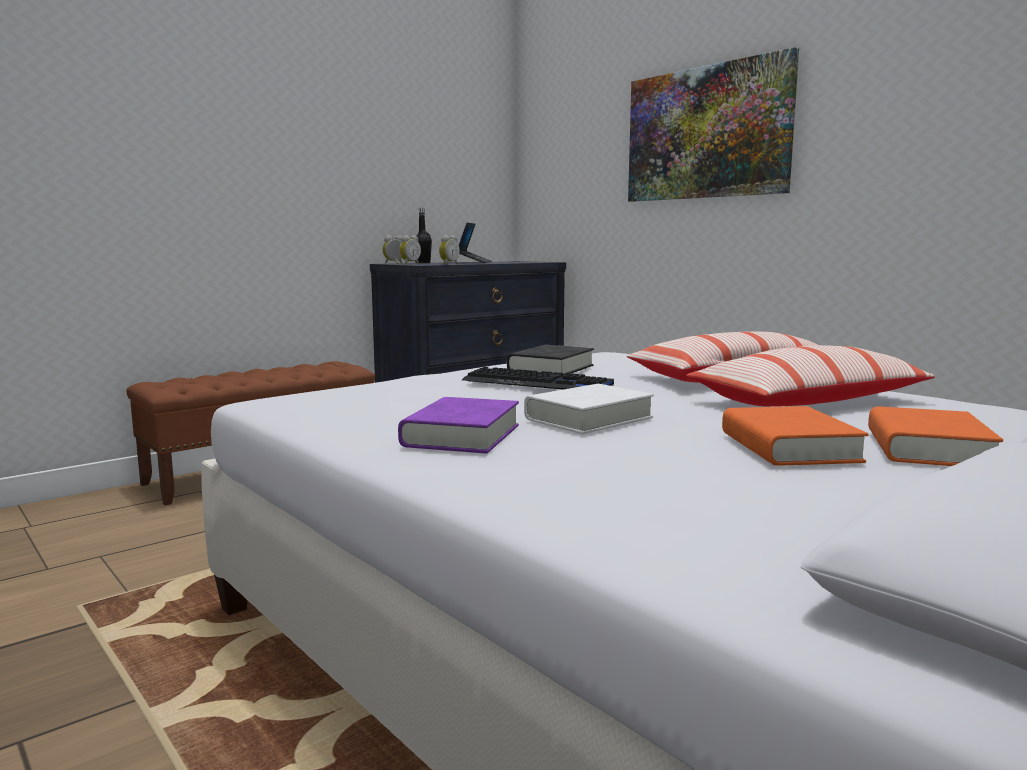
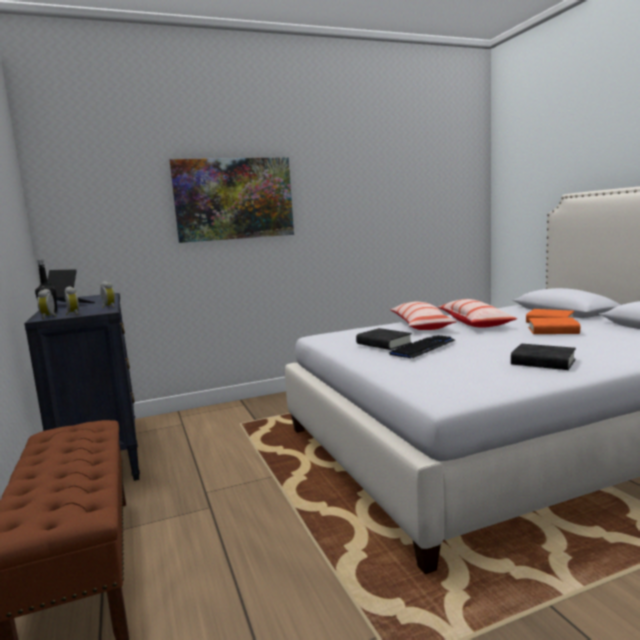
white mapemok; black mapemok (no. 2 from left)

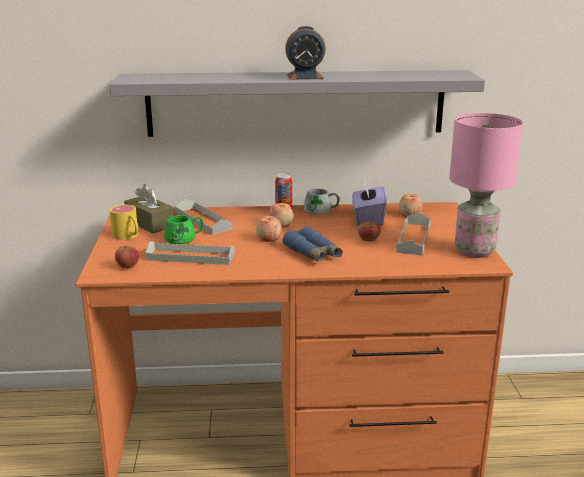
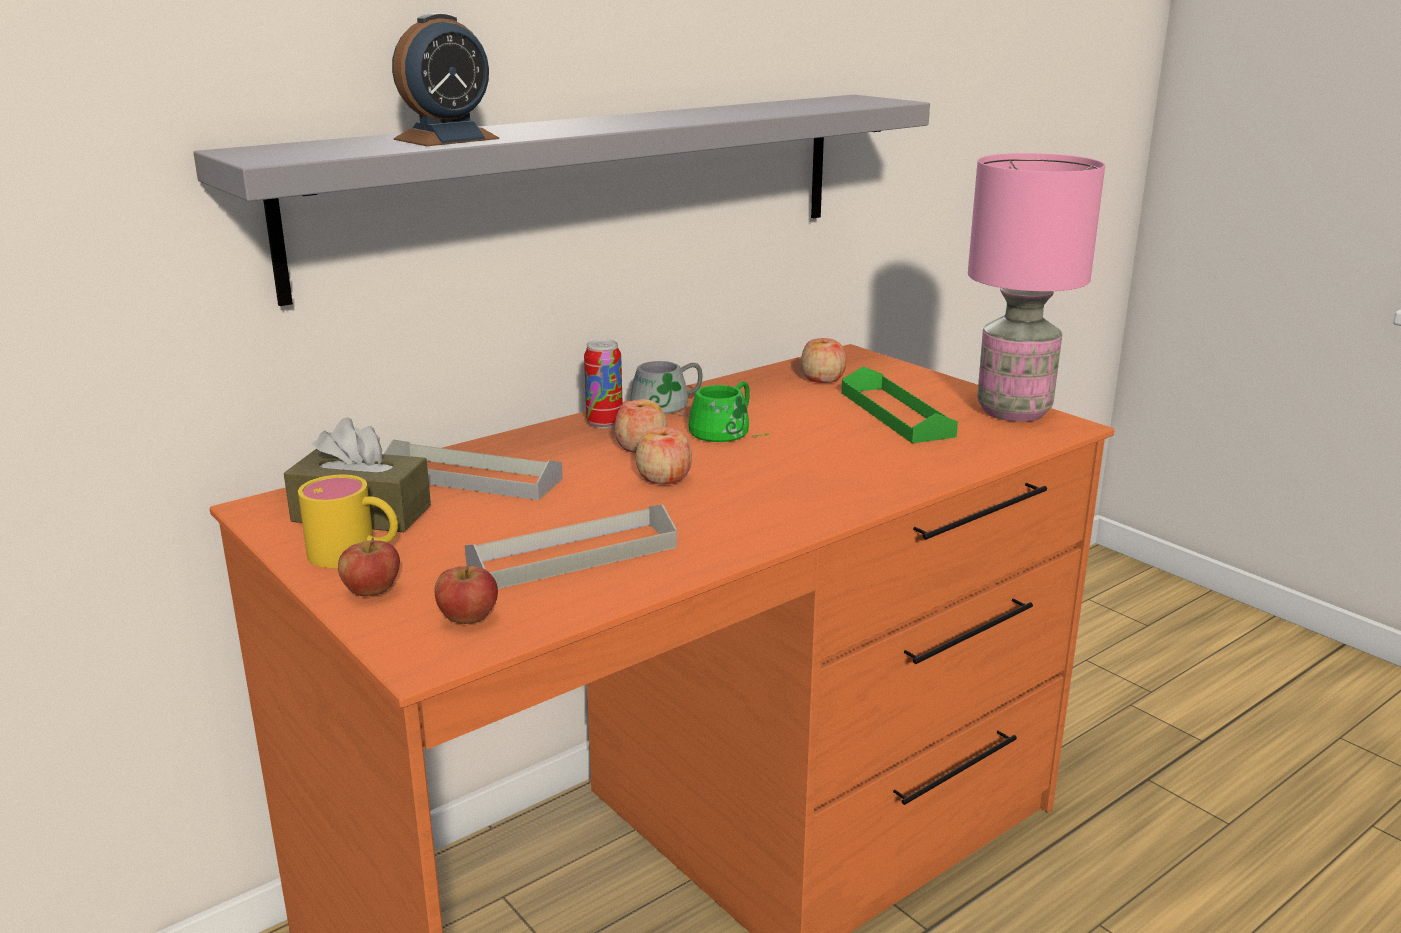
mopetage; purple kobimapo; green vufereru; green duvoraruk; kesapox (no. 1 from left); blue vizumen

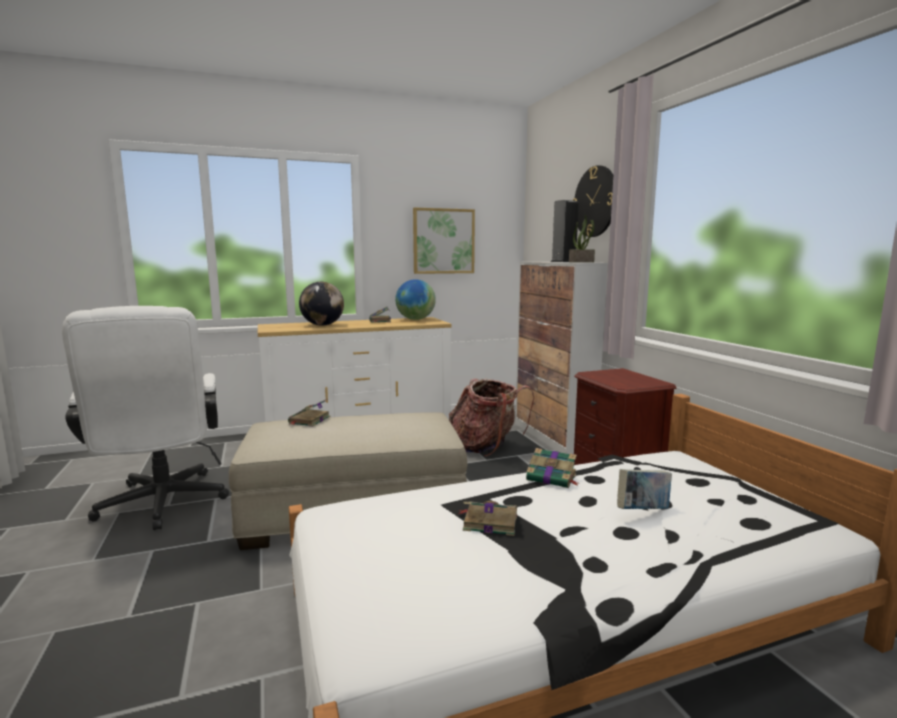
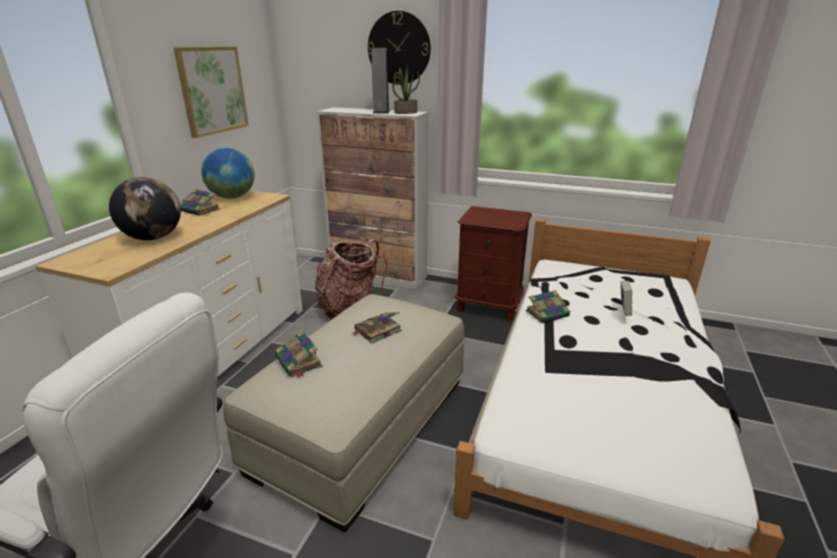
mapemok (no. 3 from left)

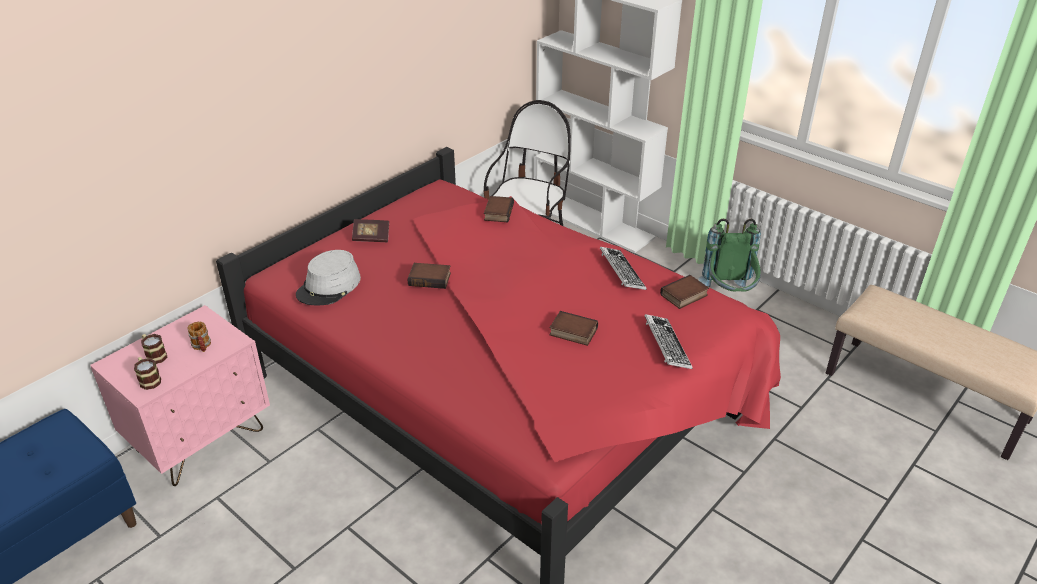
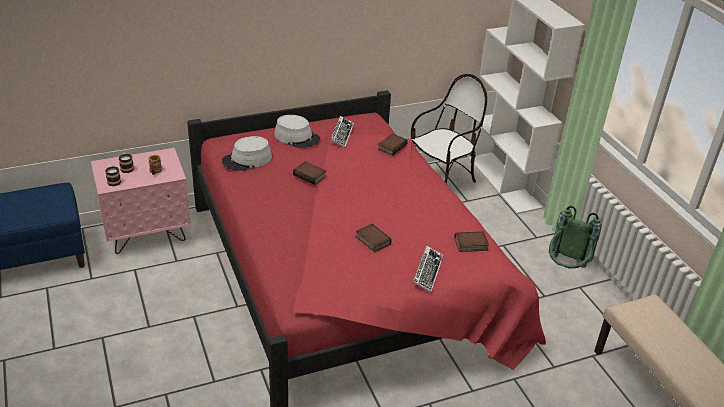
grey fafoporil (no. 2 from left); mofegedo (no. 1 from left)

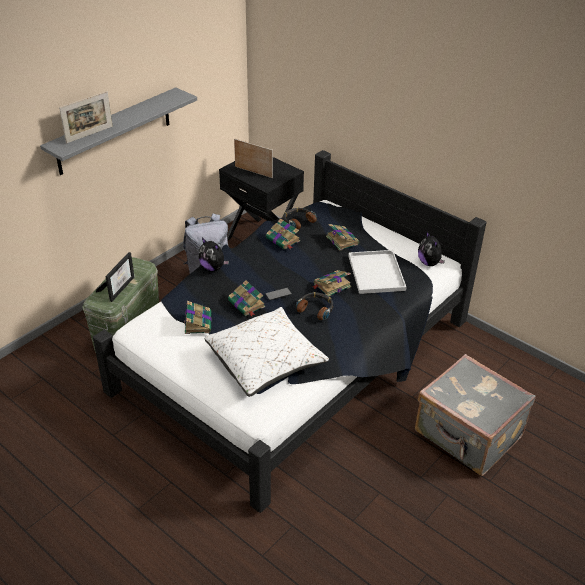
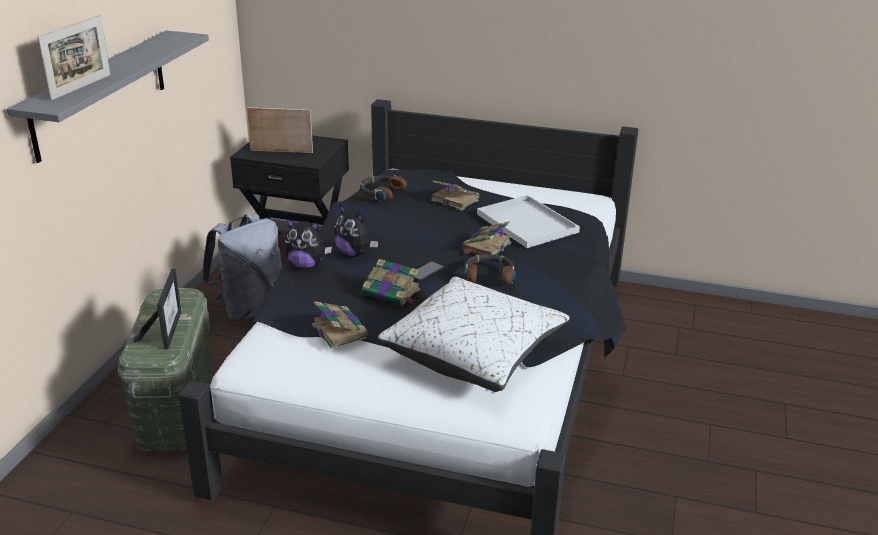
mapemok (no. 3 from left in the first image); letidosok (no. 2 from left); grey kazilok

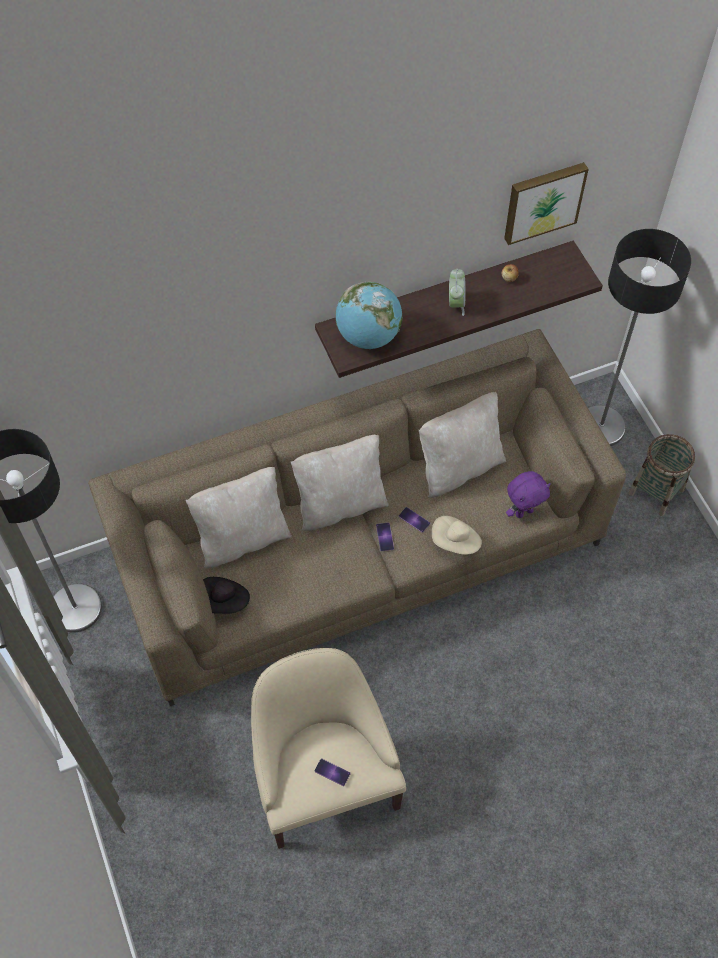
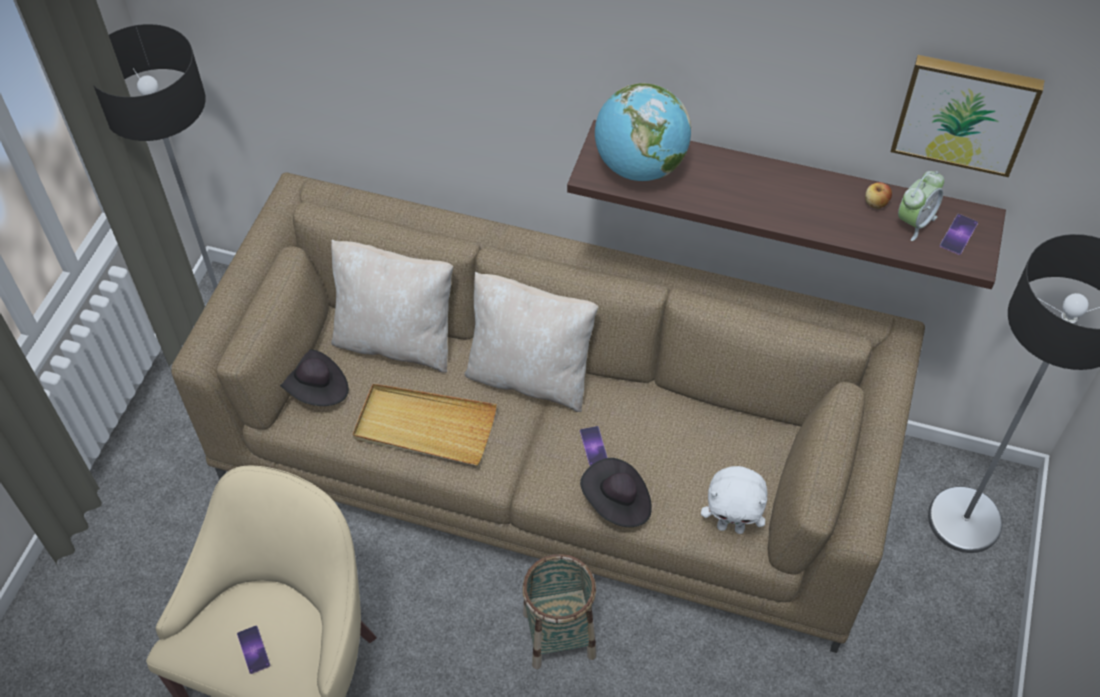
mopetage; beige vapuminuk (no. 3 from left in the first image); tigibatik; white letidosok; black fafoporil (no. 2 from left); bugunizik (no. 3 from left); beige vufereru

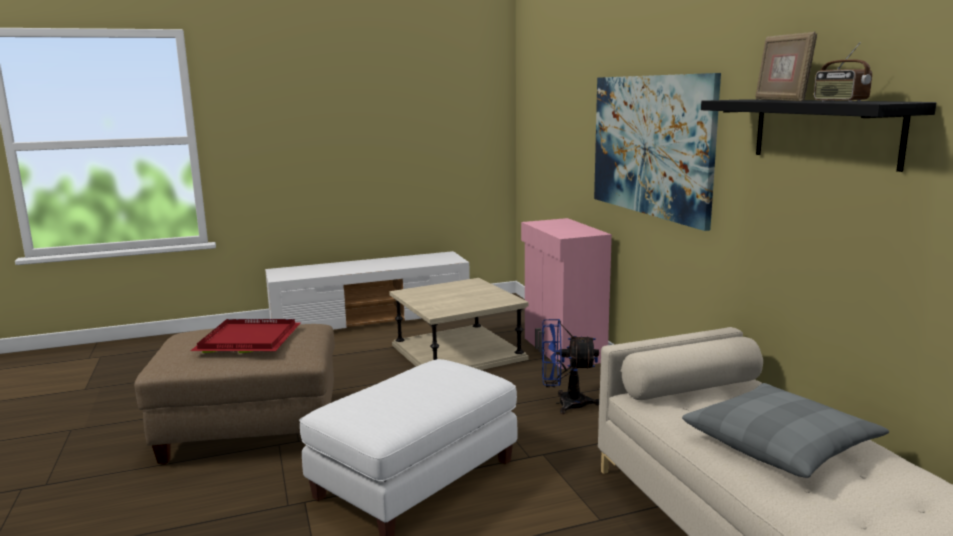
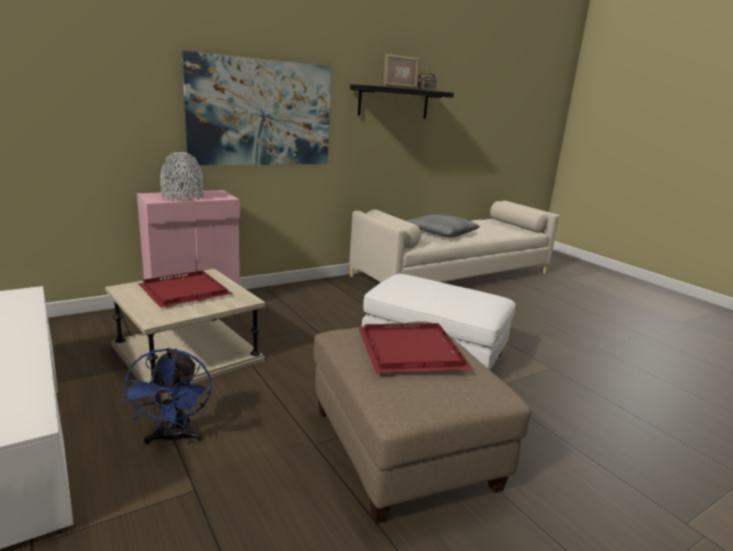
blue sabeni; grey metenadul; red vufereru (no. 1 from left)

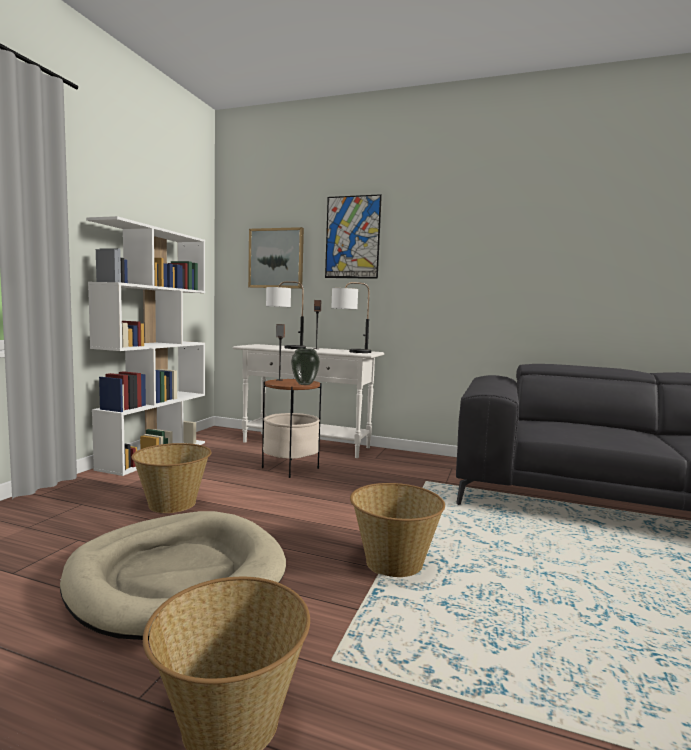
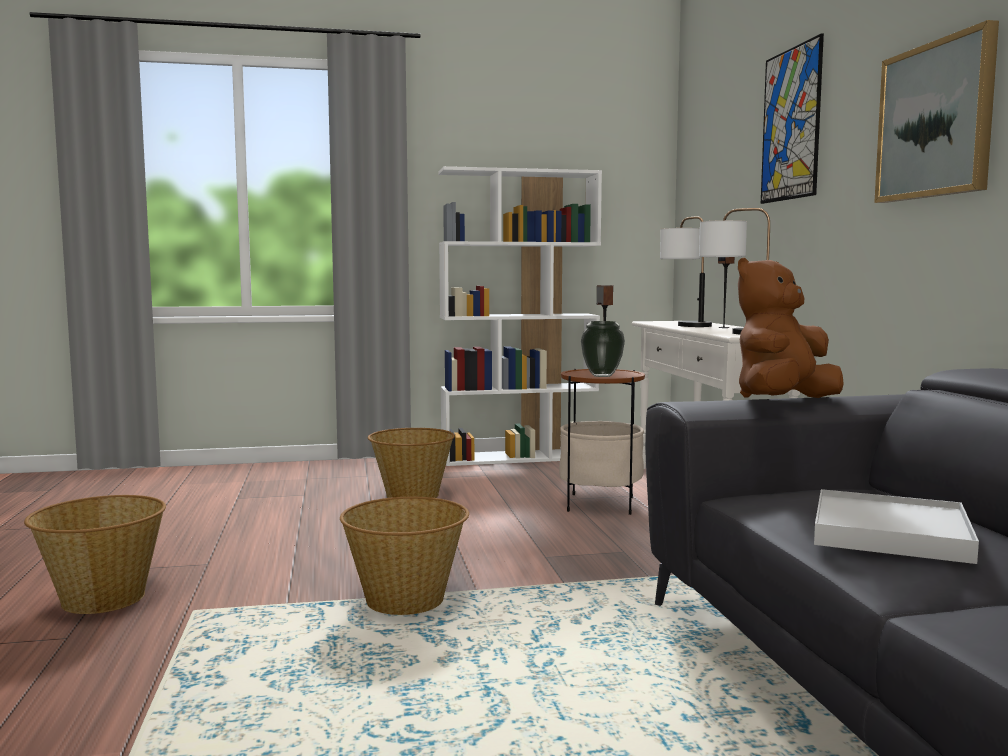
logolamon (no. 2 from left); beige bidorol; brown letidosok; white vufereru

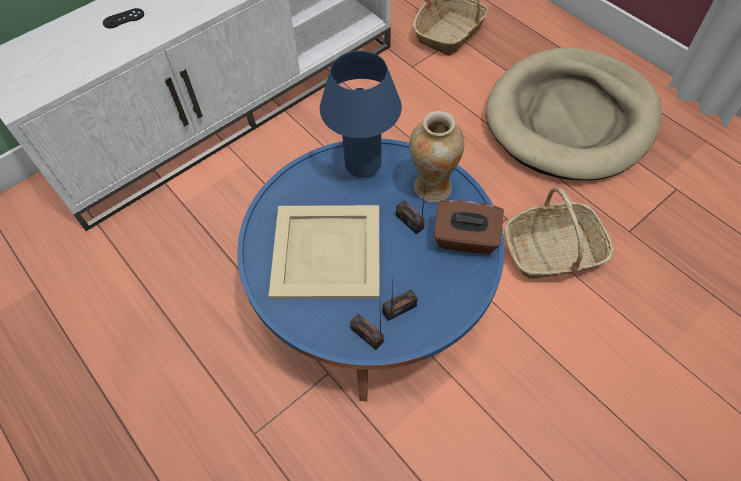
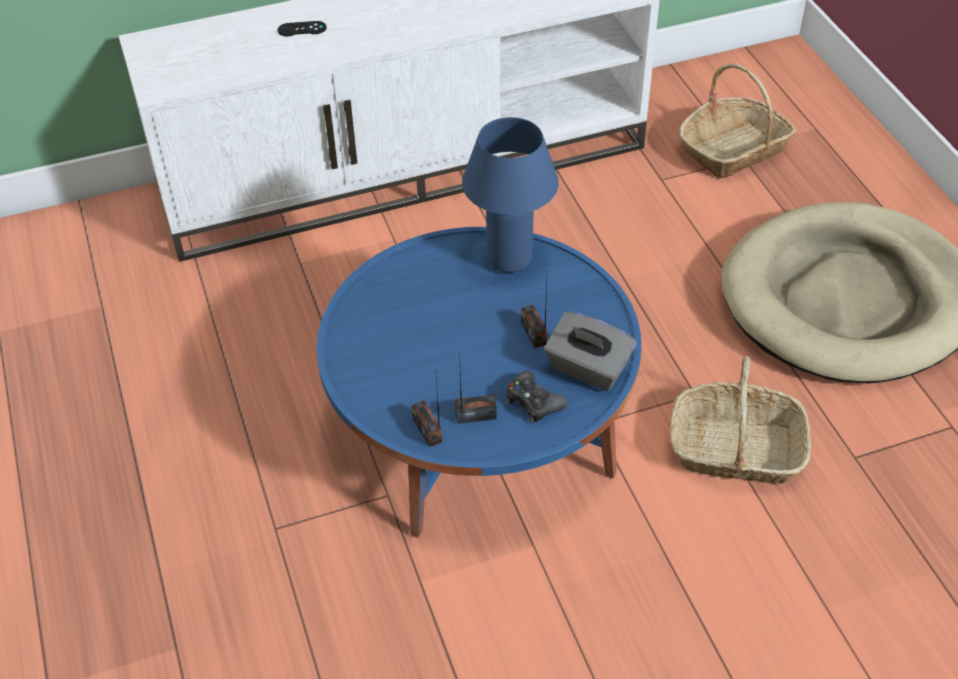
metenadul; grey kobimapo; beige vufereru; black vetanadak (no. 2 from left)

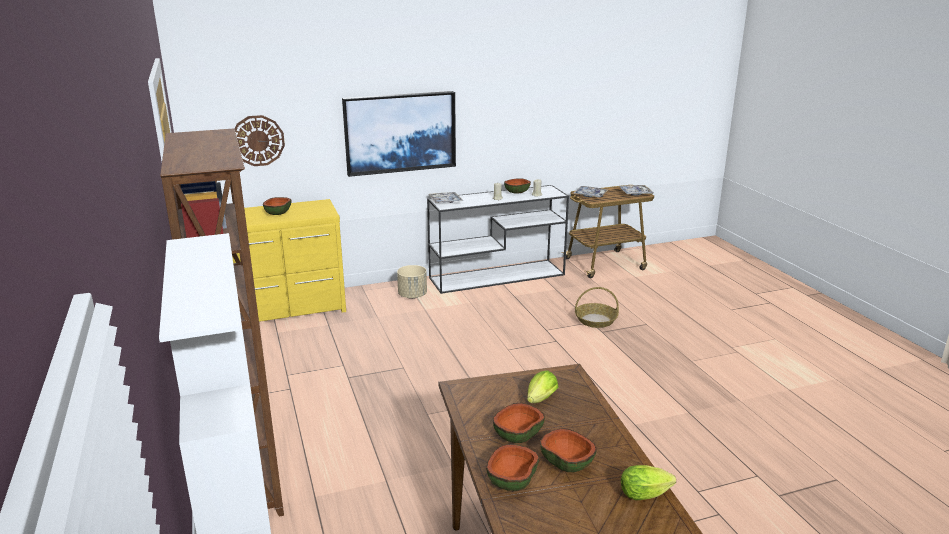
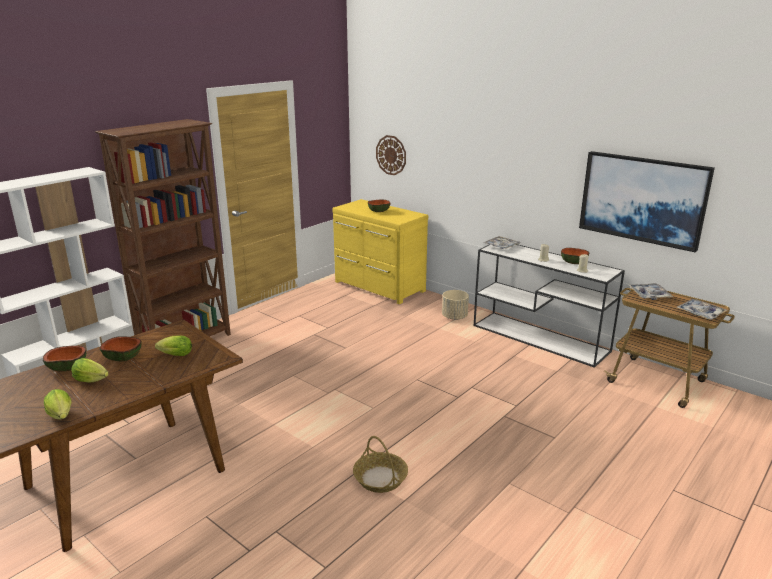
logolamon; tigibatik; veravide (no. 2 from left)

